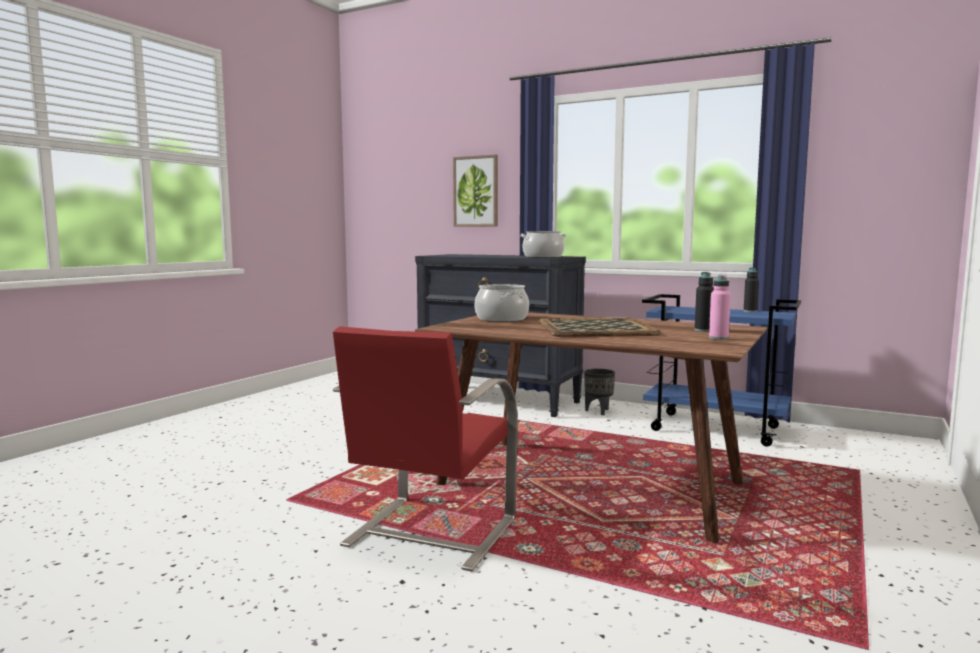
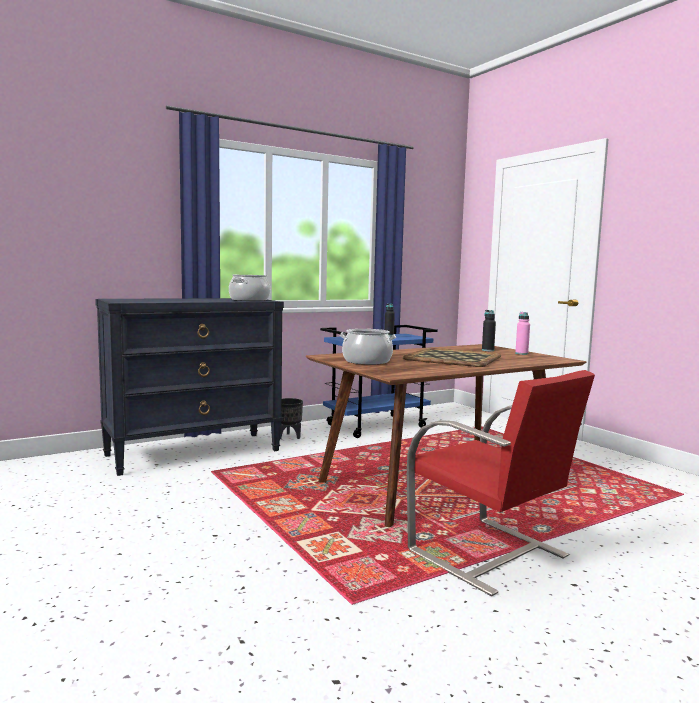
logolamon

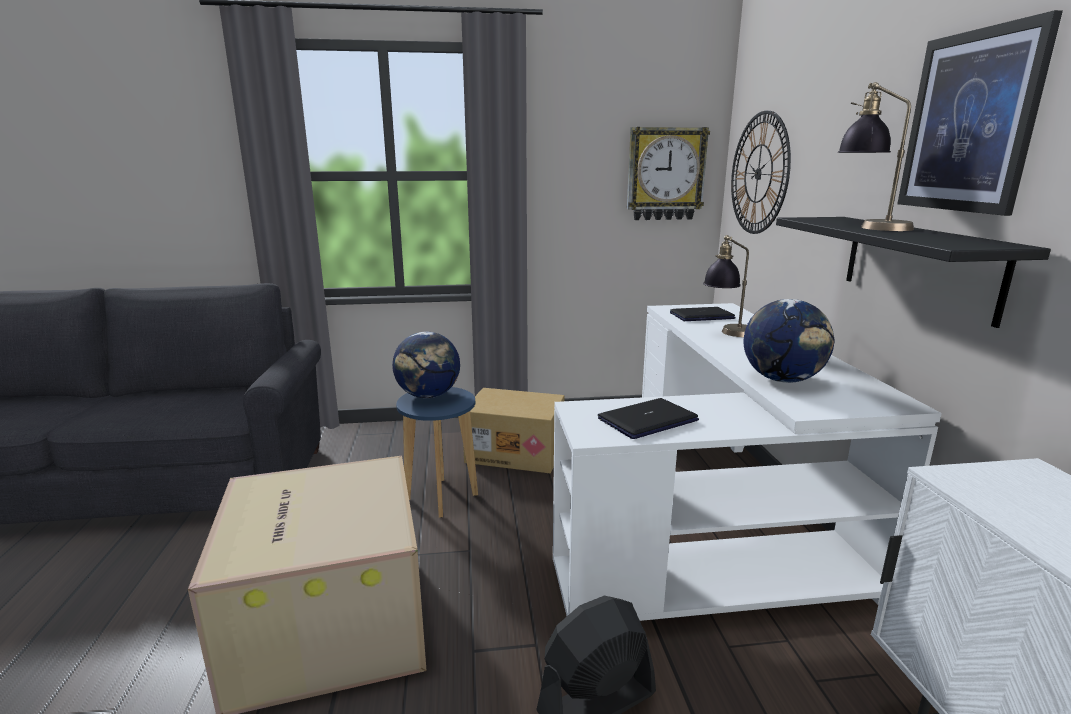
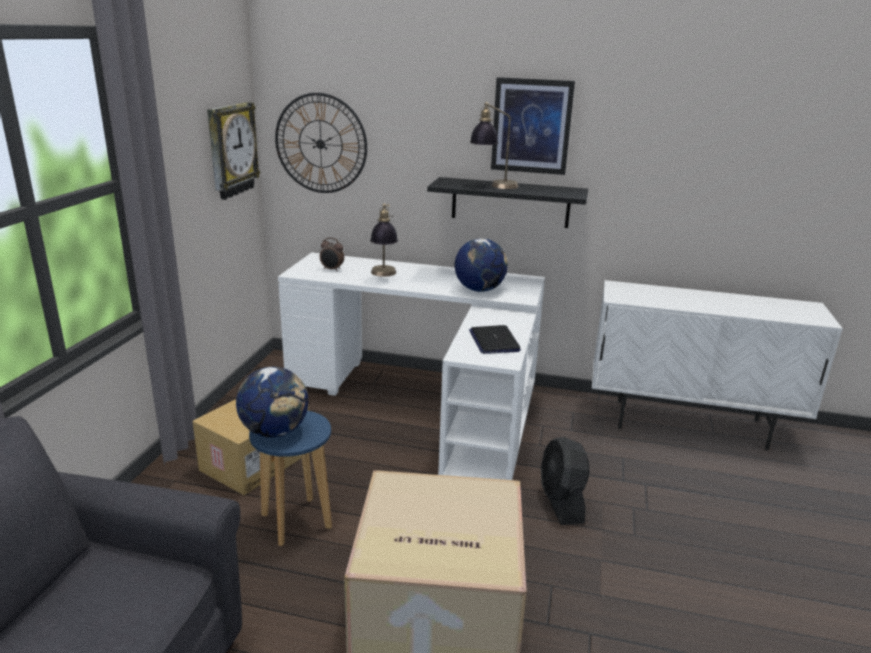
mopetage

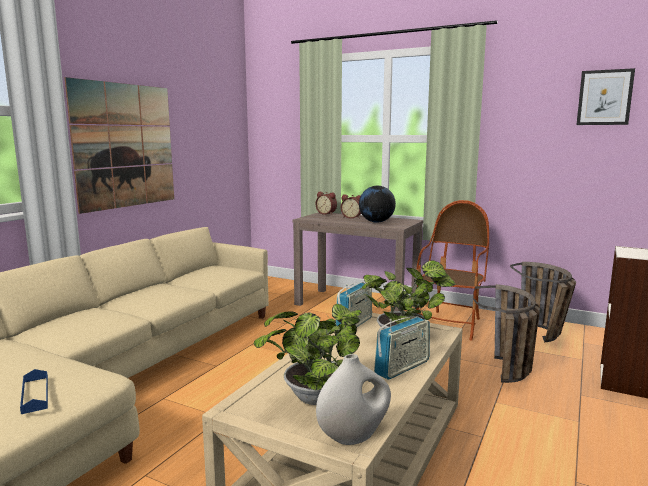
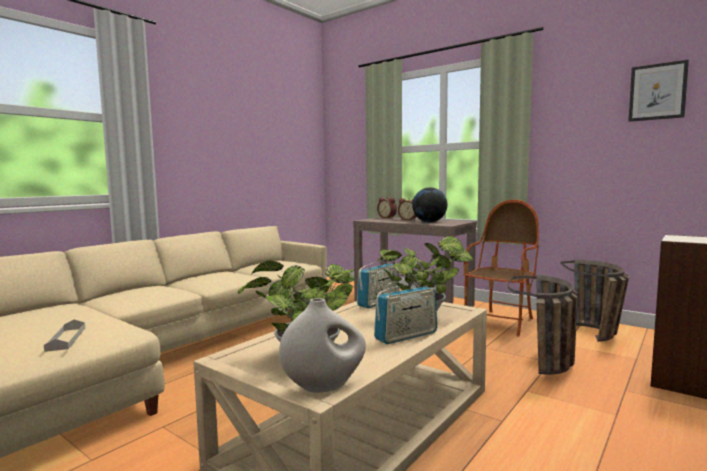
logolamon (no. 1 from left in the first image); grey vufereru

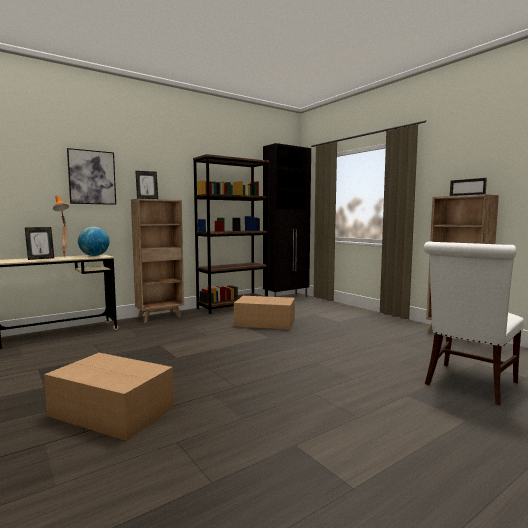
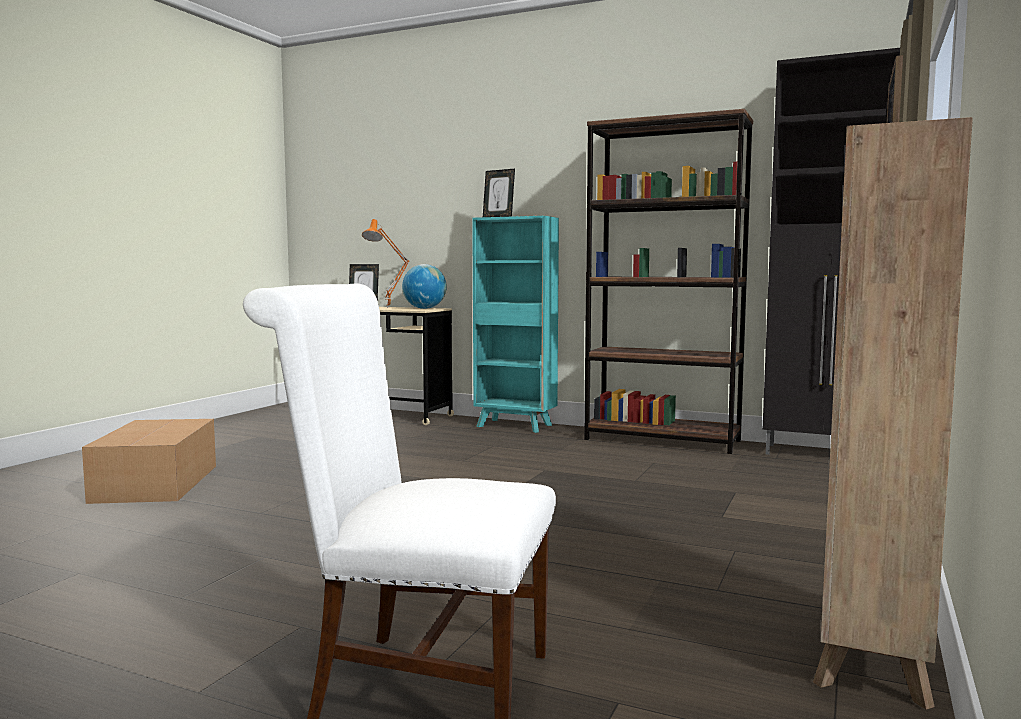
logolamon; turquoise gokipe; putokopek (no. 2 from left in the first image)

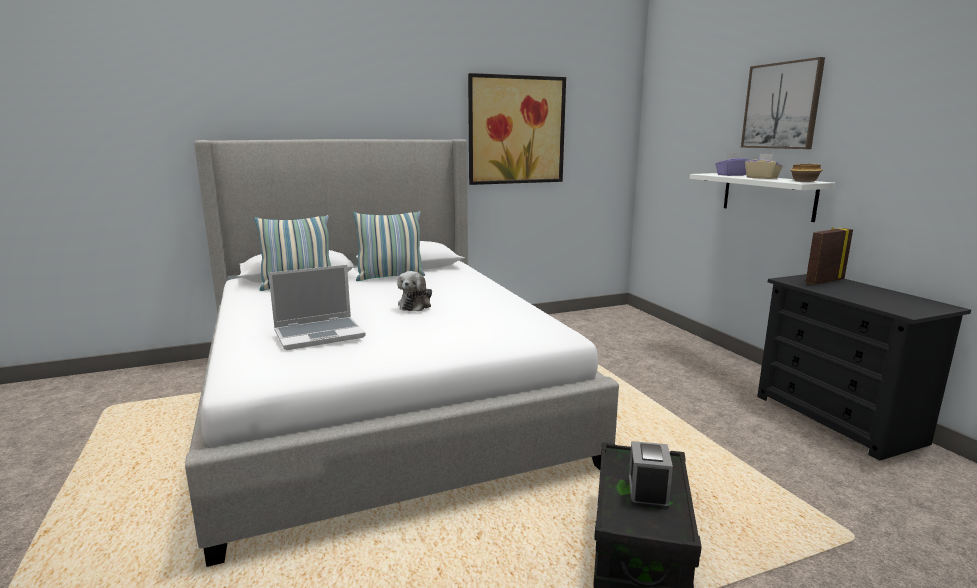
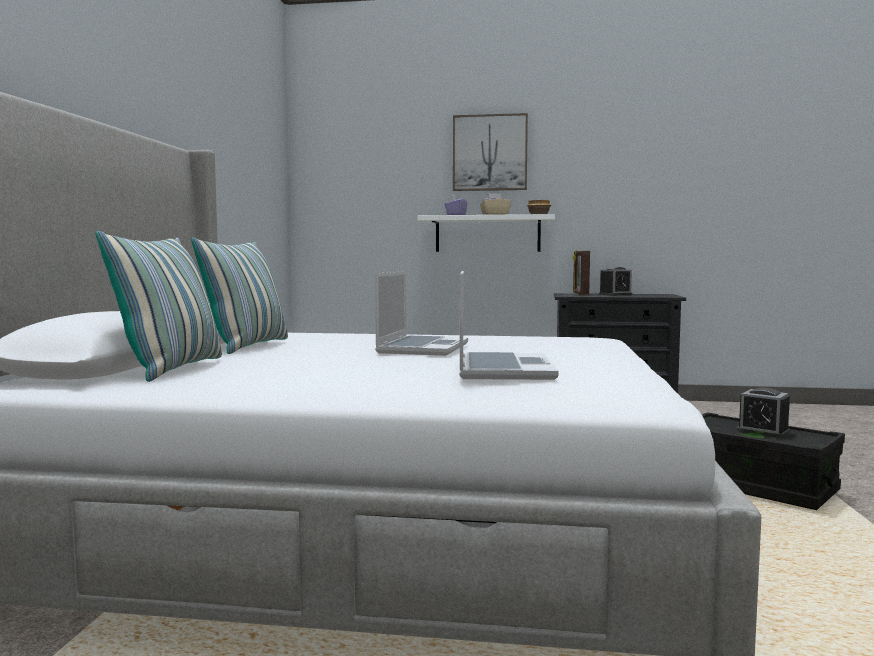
logolamon (no. 1 from left in the first image); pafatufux (no. 1 from left); mopetage (no. 1 from left)

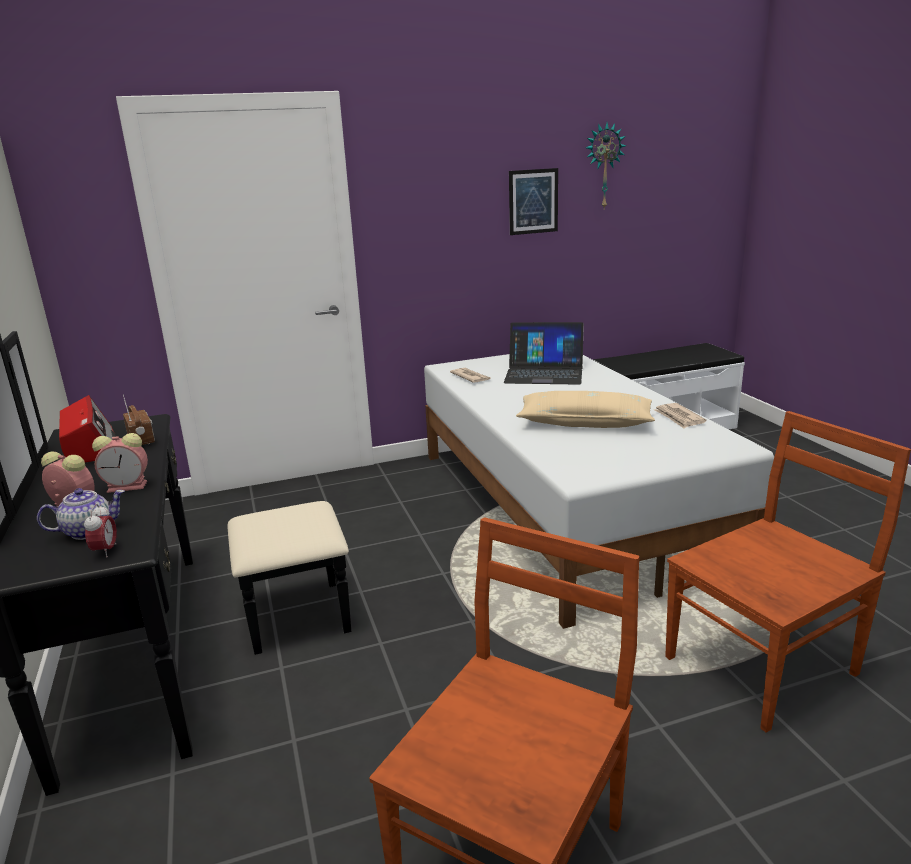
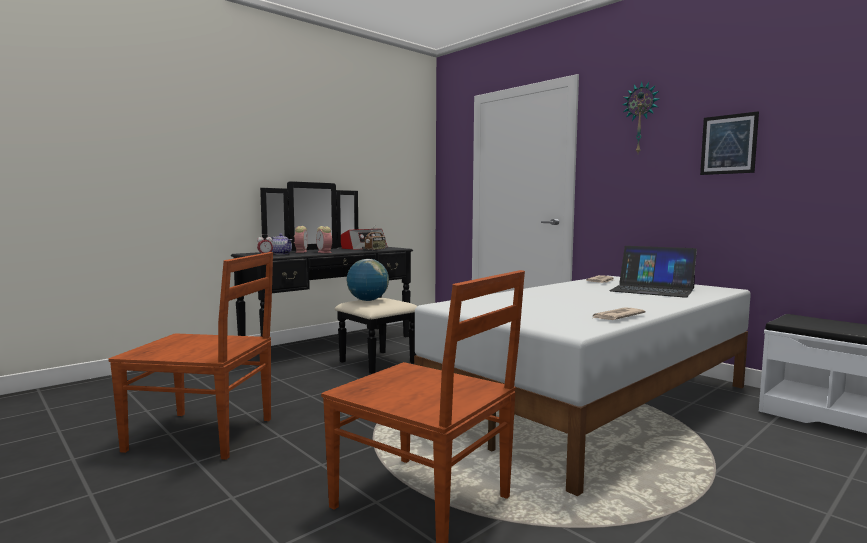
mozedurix; pafatufux; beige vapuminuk; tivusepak

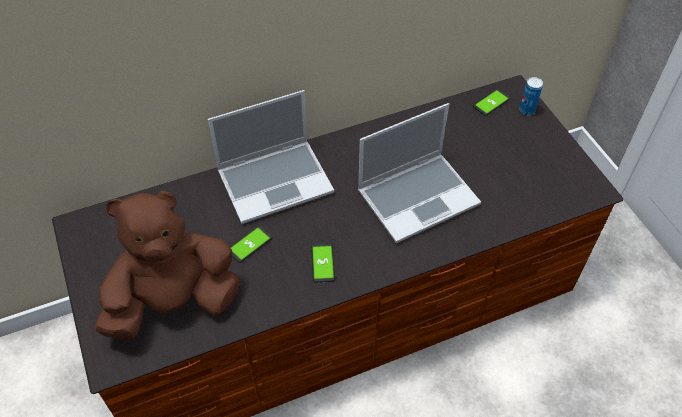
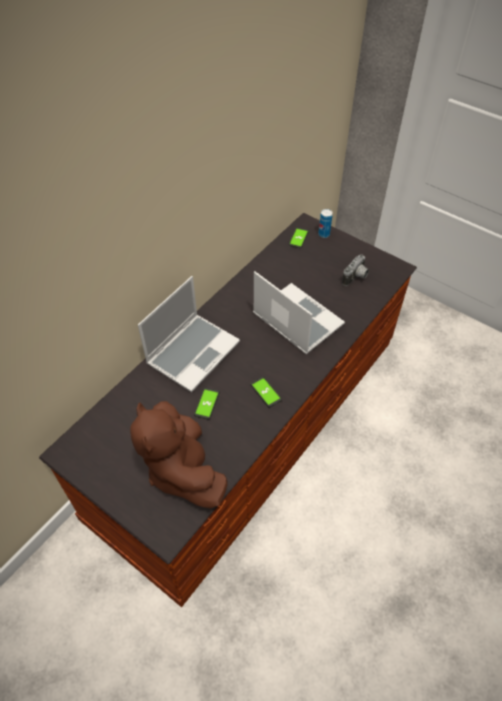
pafatufux (no. 2 from left); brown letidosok; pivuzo

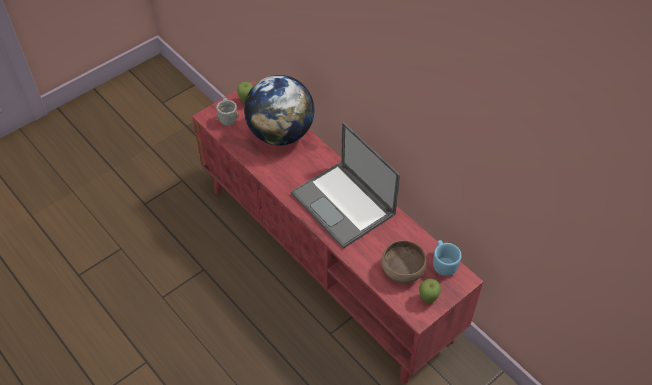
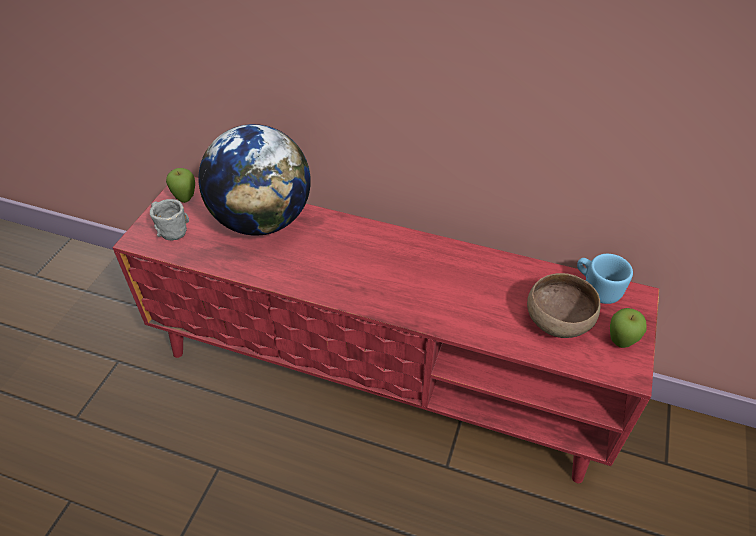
pafatufux

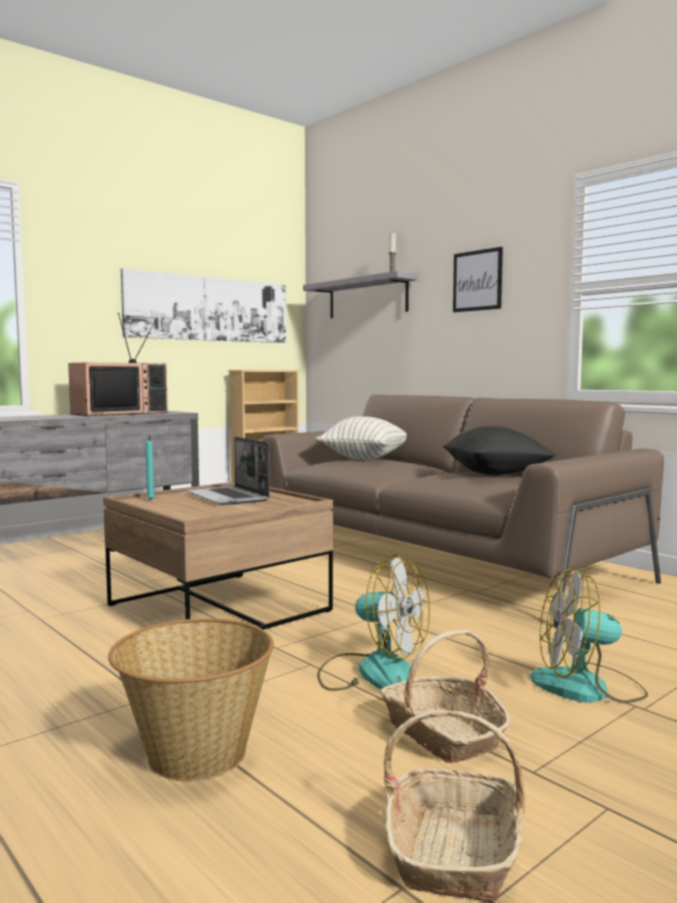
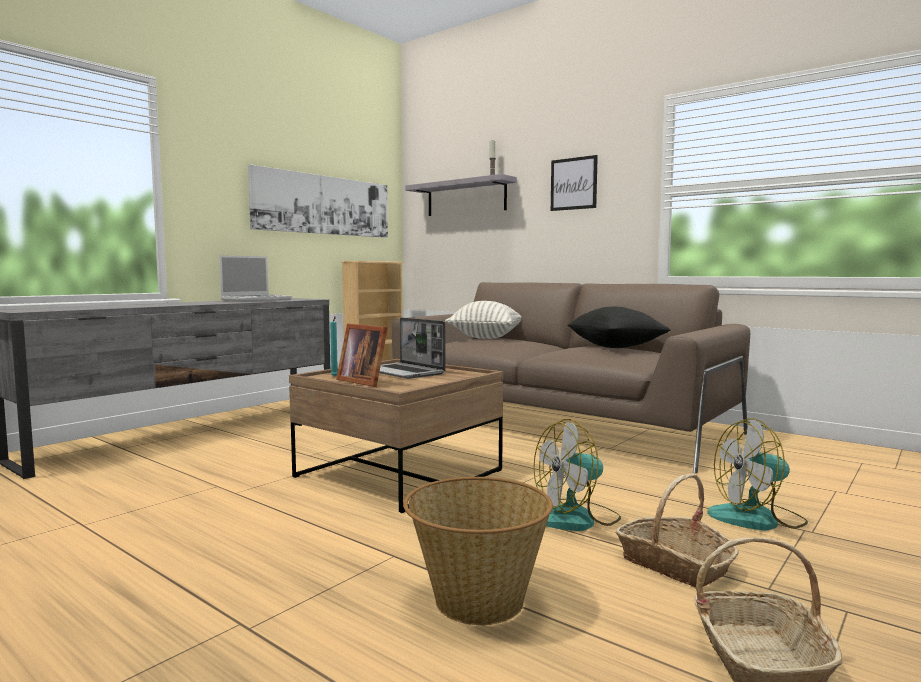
pafatufux (no. 1 from left); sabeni (no. 1 from left); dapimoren

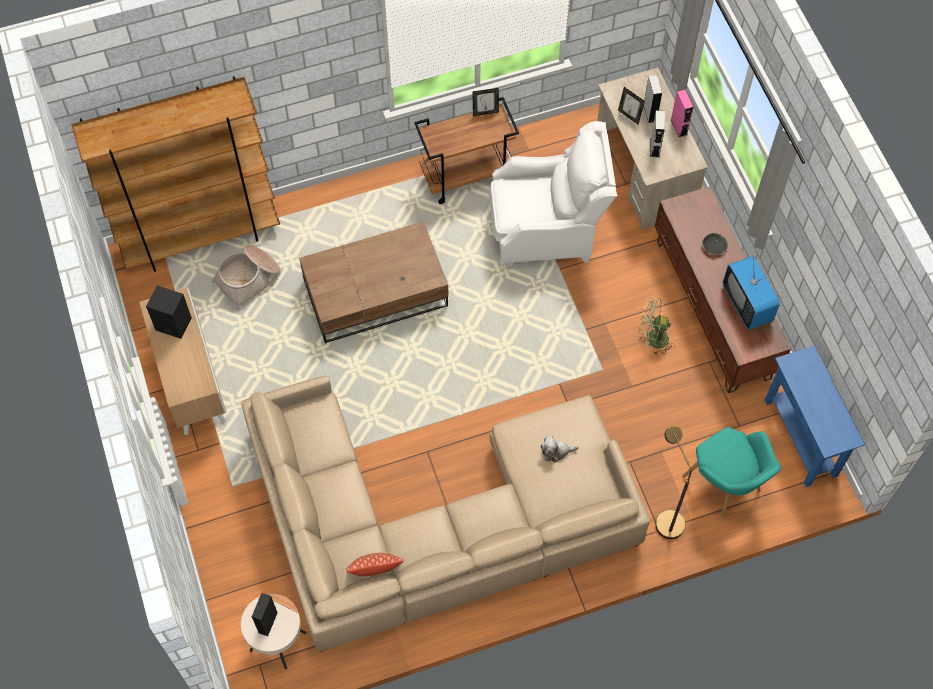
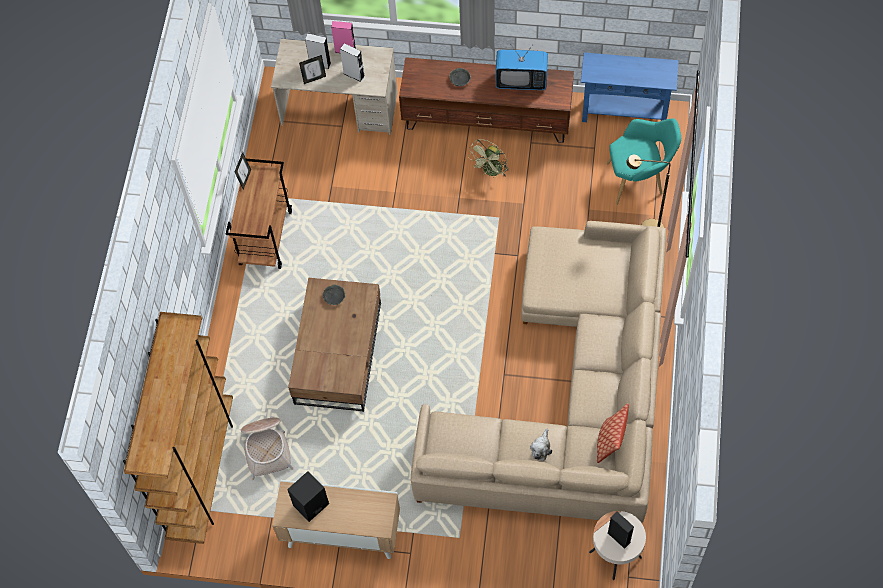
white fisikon; letidosok; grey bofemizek (no. 1 from left)

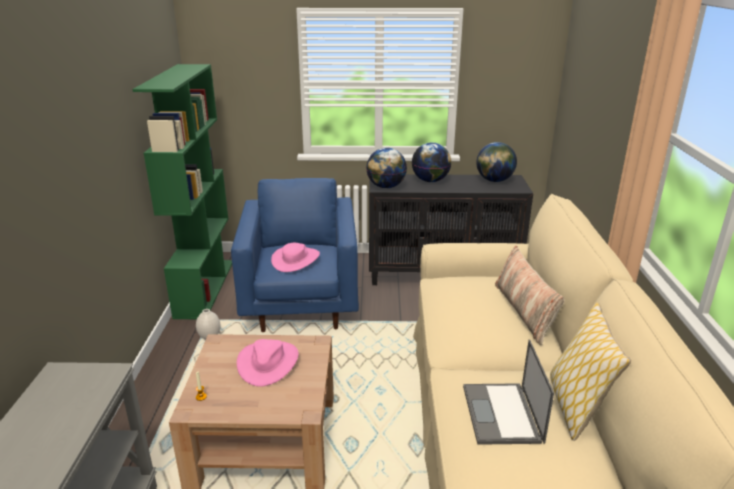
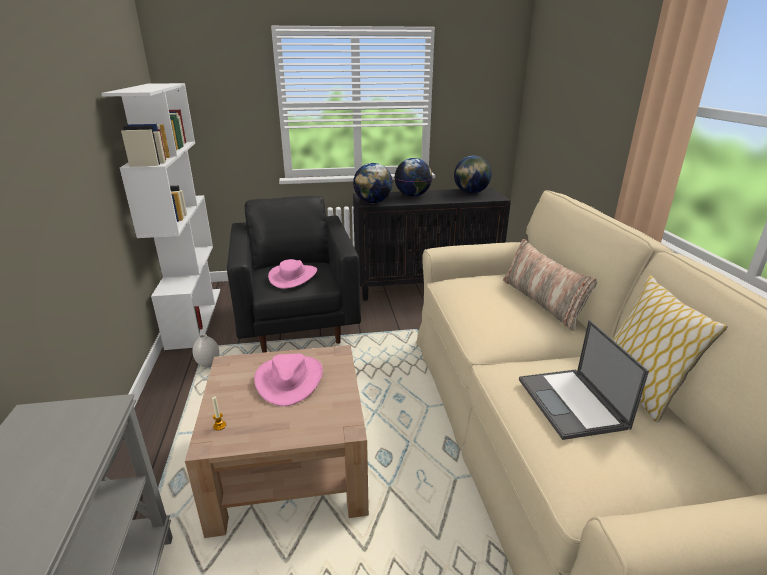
white gokipe; black fisikon

